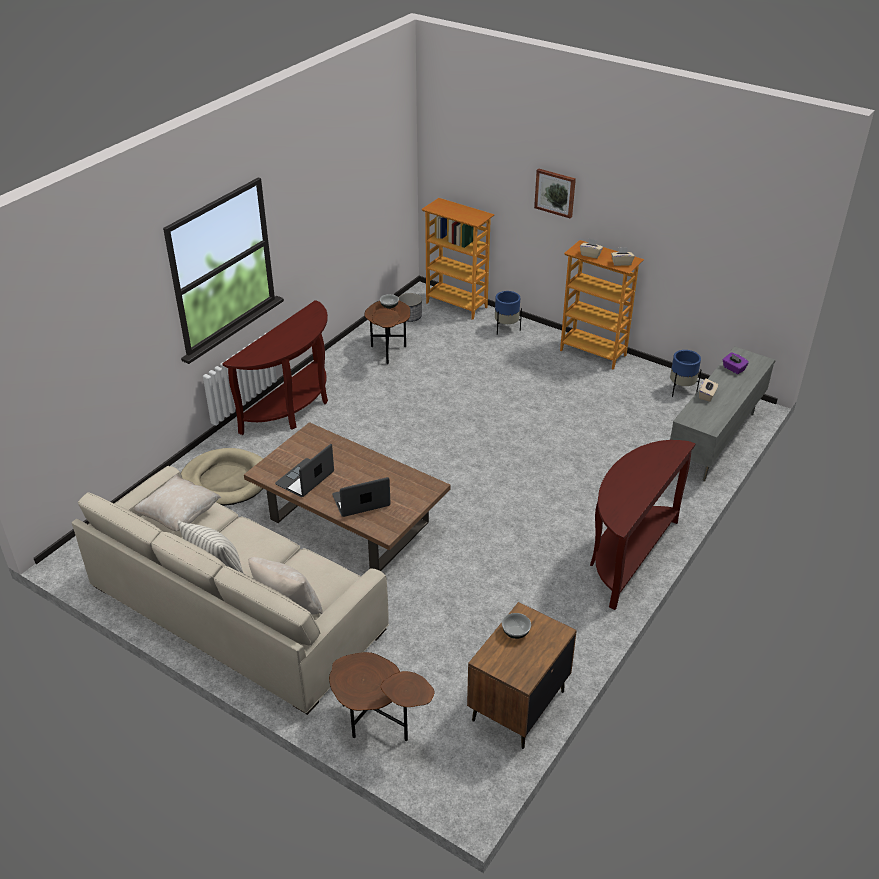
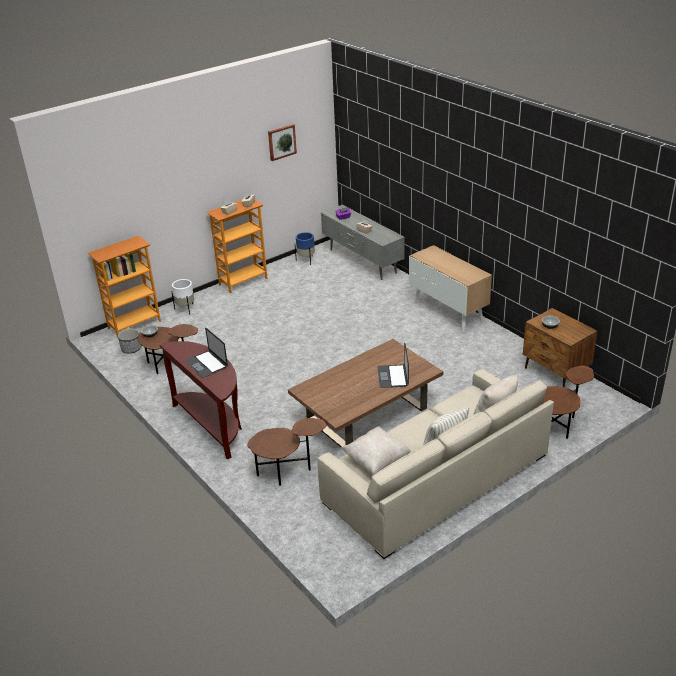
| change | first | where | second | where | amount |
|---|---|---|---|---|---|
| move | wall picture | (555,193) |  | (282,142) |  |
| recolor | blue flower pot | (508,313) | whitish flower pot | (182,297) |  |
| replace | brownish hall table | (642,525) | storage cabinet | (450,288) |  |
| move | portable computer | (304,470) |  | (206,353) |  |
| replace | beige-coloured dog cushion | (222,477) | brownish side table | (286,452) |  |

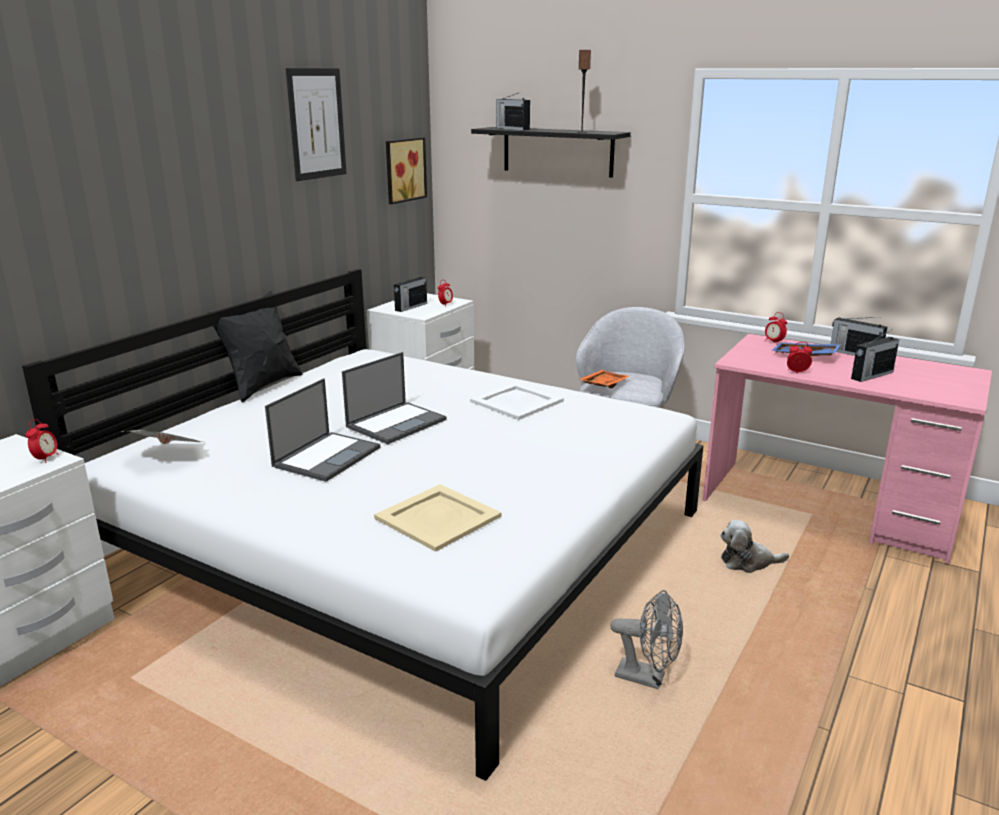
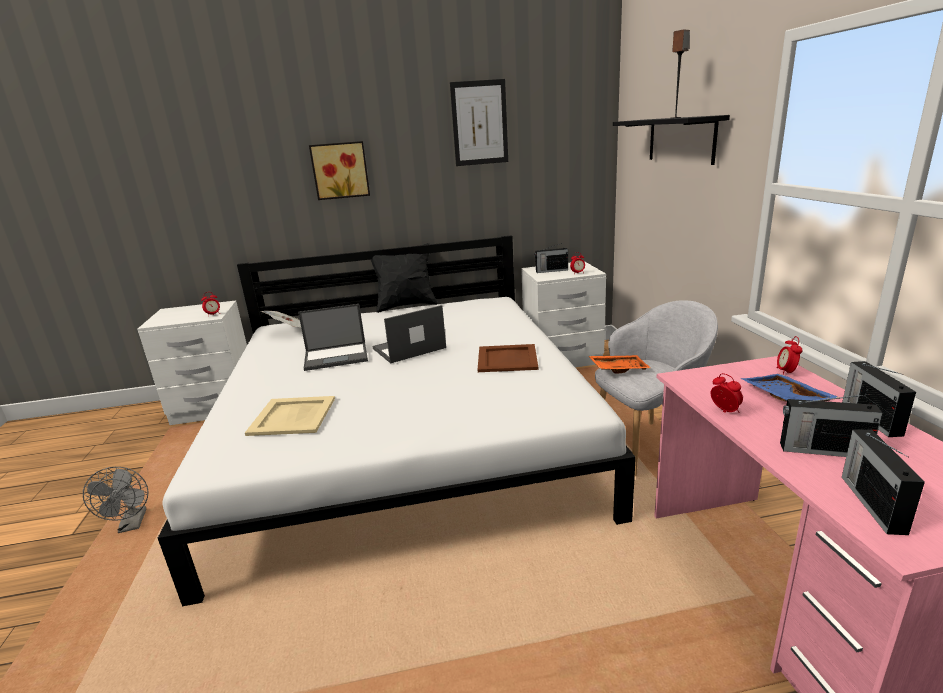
| change | first | where | second | where | amount |
|---|---|---|---|---|---|
| move | radio set | (513,111) |  | (883,482) |  |
| move | wall picture | (406,170) |  | (339,170) |  |
| rotate | portable computer | (394,398) |  | (409,334) | 150 degrees clockwise |
| recolor | whitish carrying tray | (517,401) | brownish carrying tray | (508,358) |  |
| delete | plush toy | (755,546) |  |  |  |
| move | grey cooling fan | (646,639) |  | (115,500) |  |

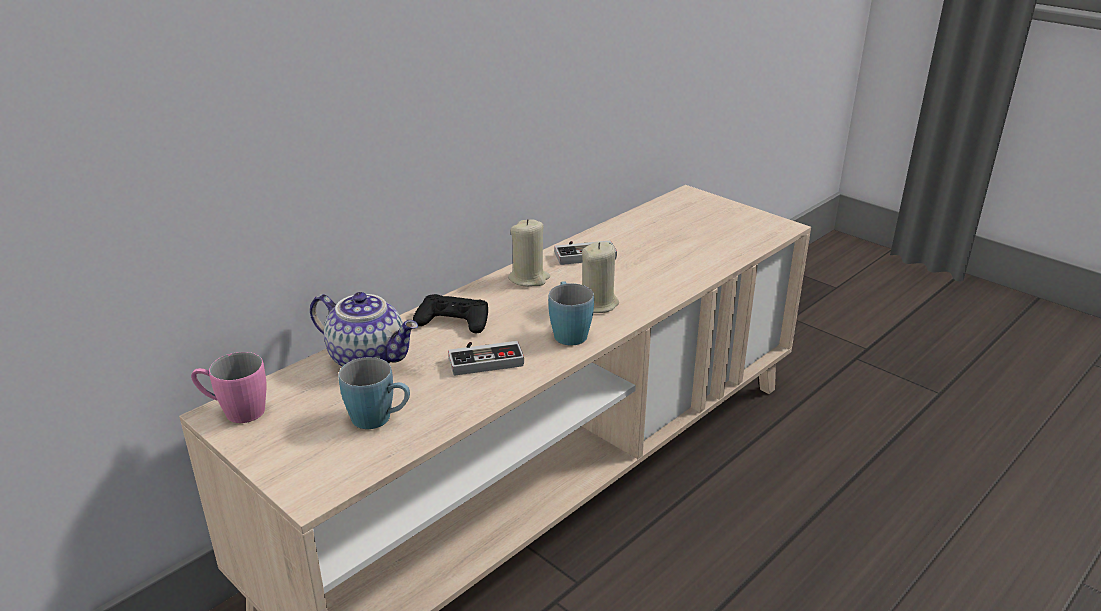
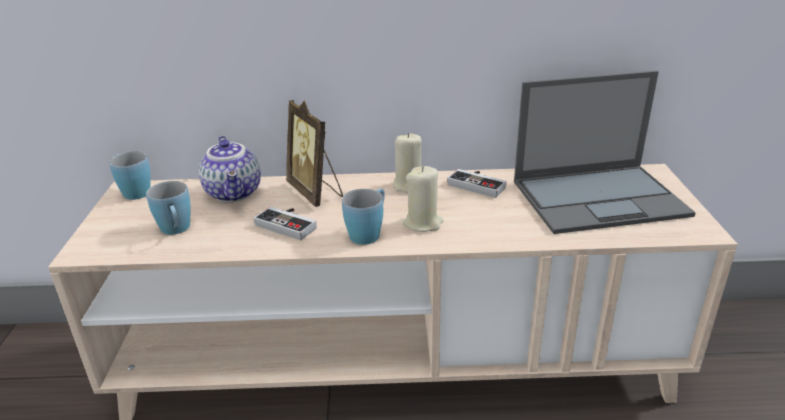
| change | first | where | second | where | amount |
|---|---|---|---|---|---|
| replace | blackish joypad | (450,314) | photo frame | (314,153) |  |
| recolor | pink-coloured mug | (228,387) | blue mug | (130,175) |  |
| insert |  |  | portable computer | (605,152) |  |

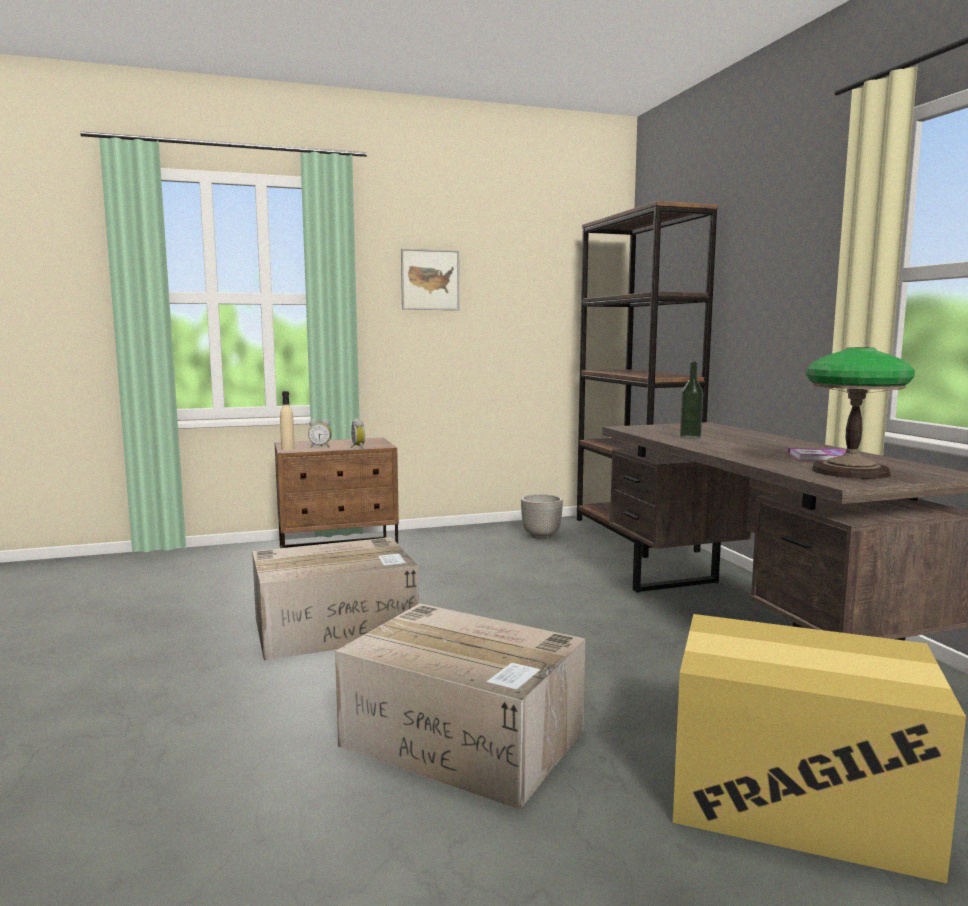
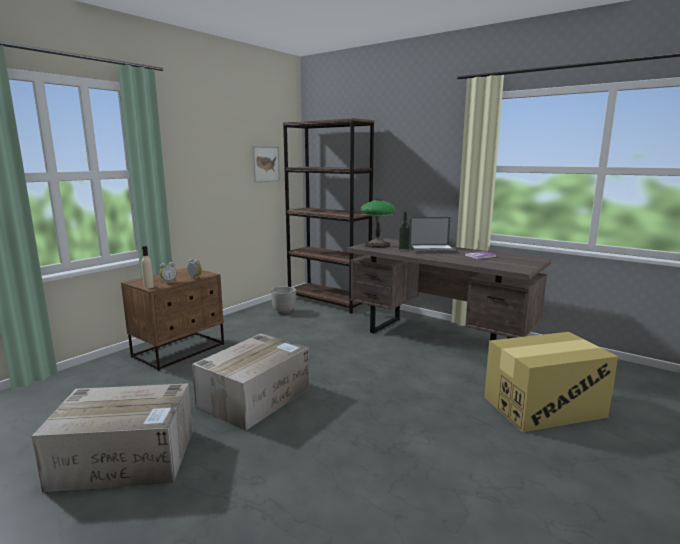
| change | first | where | second | where | amount |
|---|---|---|---|---|---|
| move | wall picture | (430,279) |  | (266,164) |  |
| move | table lamp | (860,413) |  | (378,224) |  |
| move | cardboard box | (460,706) |  | (112,437) |  |
| insert |  |  | portable computer | (433,235) |  |

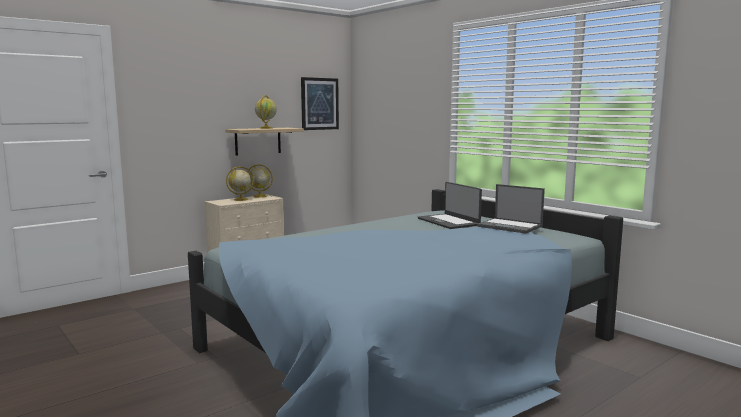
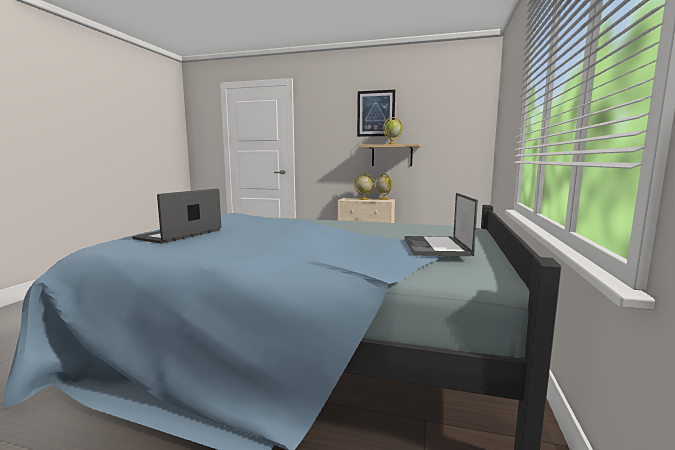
| change | first | where | second | where | amount |
|---|---|---|---|---|---|
| move | wall picture | (320,103) |  | (376,113) |  |
| move | portable computer | (450,205) |  | (176,216) |  |

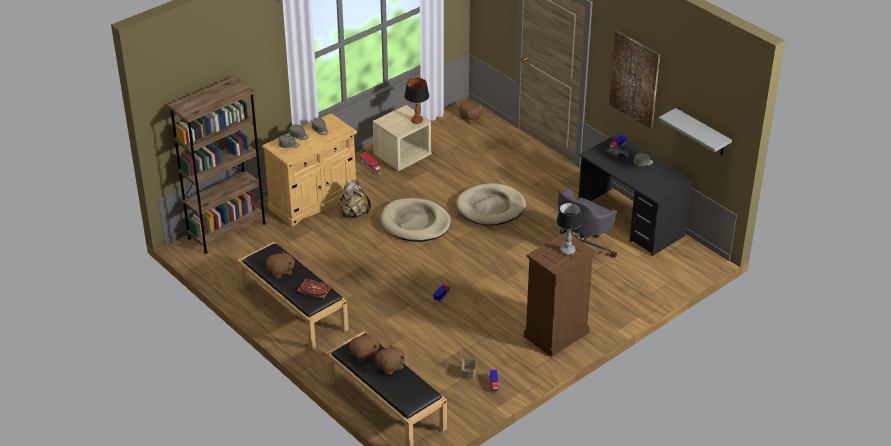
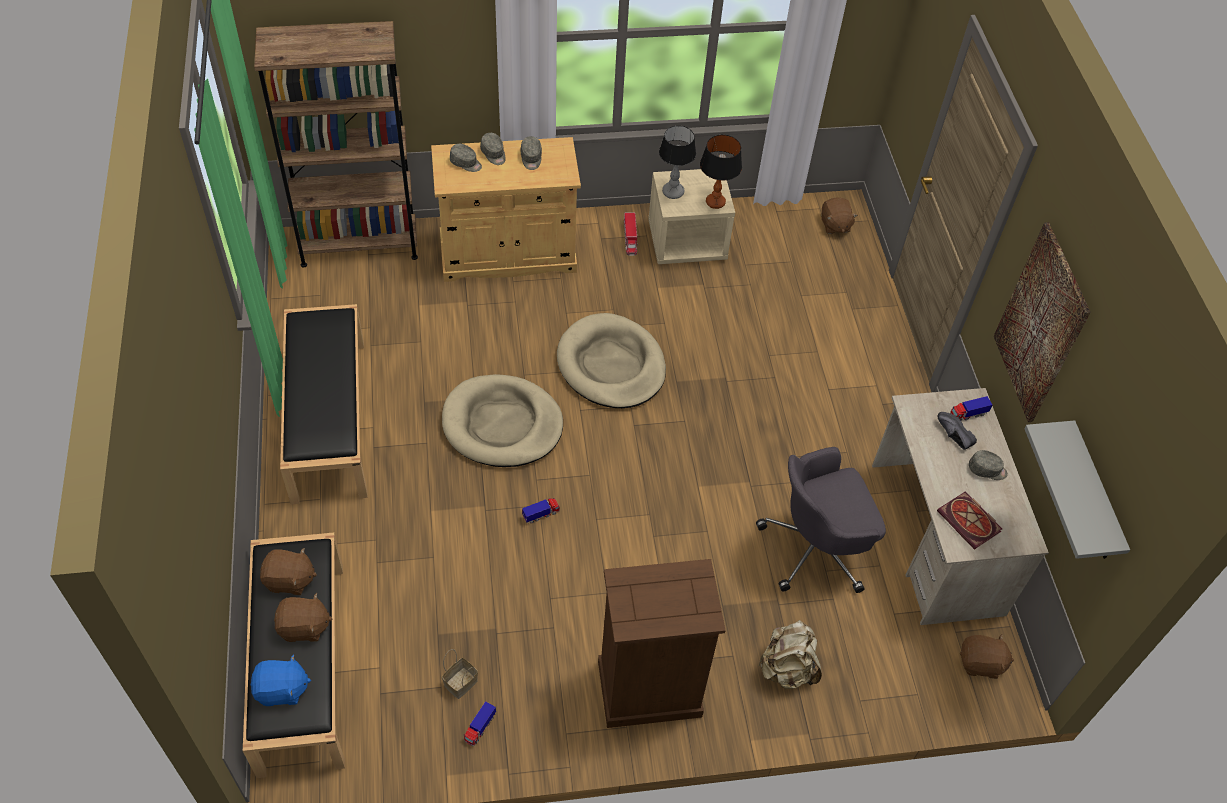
| change | first | where | second | where | amount |
|---|---|---|---|---|---|
| recolor | blackish desk unit | (635,195) | beige-coloured desk unit | (960,506) |  |
| move | beige-coloured knapsack | (355,199) |  | (790,654) |  |
| move | beige-coloured dog cushion | (491,204) |  | (502,420) |  |
| move | table lamp | (569,229) |  | (677,162) |  |
| move | brownish plush toy | (280,264) |  | (987,656) |  |
| move | book | (314,289) |  | (969,520) |  |
| insert |  |  | blue plush toy | (281,680) |  |

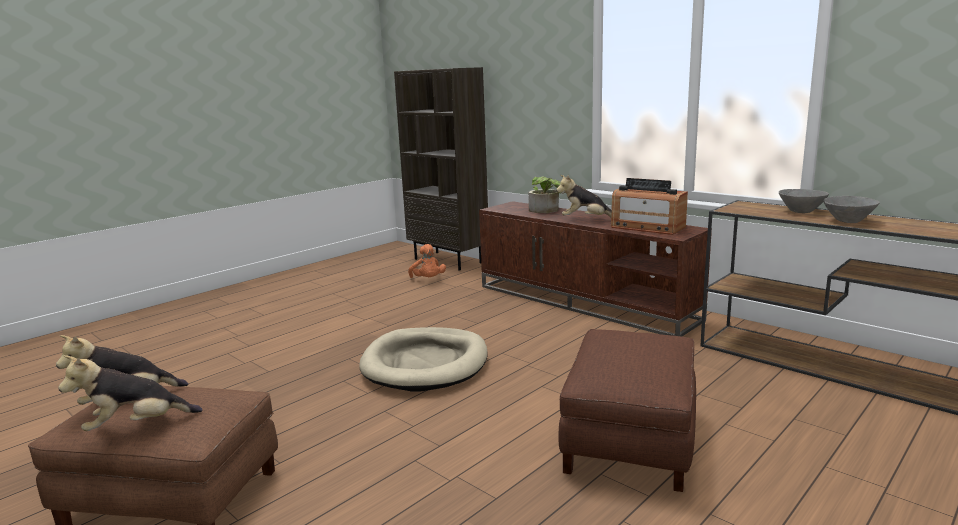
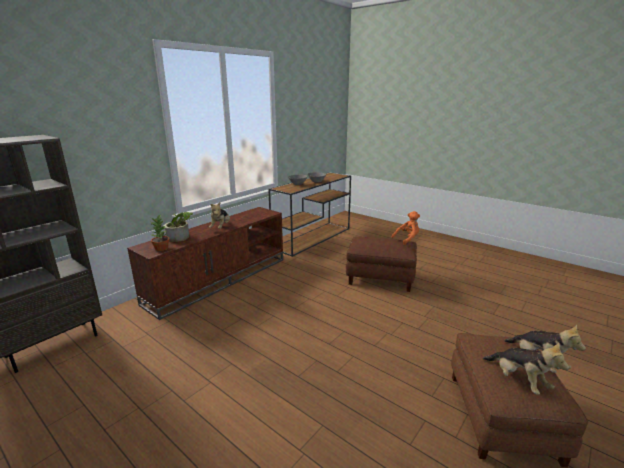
| change | first | where | second | where | amount |
|---|---|---|---|---|---|
| delete | radio set | (649,206) |  |  |  |
| move | orange plush toy | (427,261) |  | (406,228) |  |
| delete | beige-coloured dog cushion | (423,359) |  |  |  |
| insert |  |  | plant in a pot | (160,232) |  |

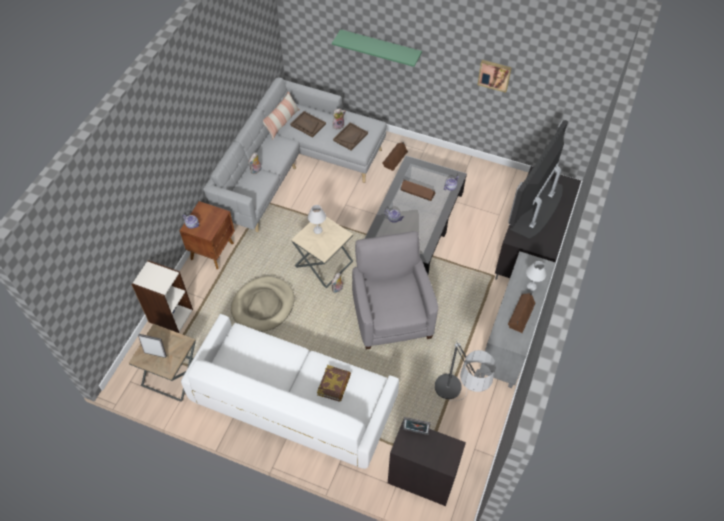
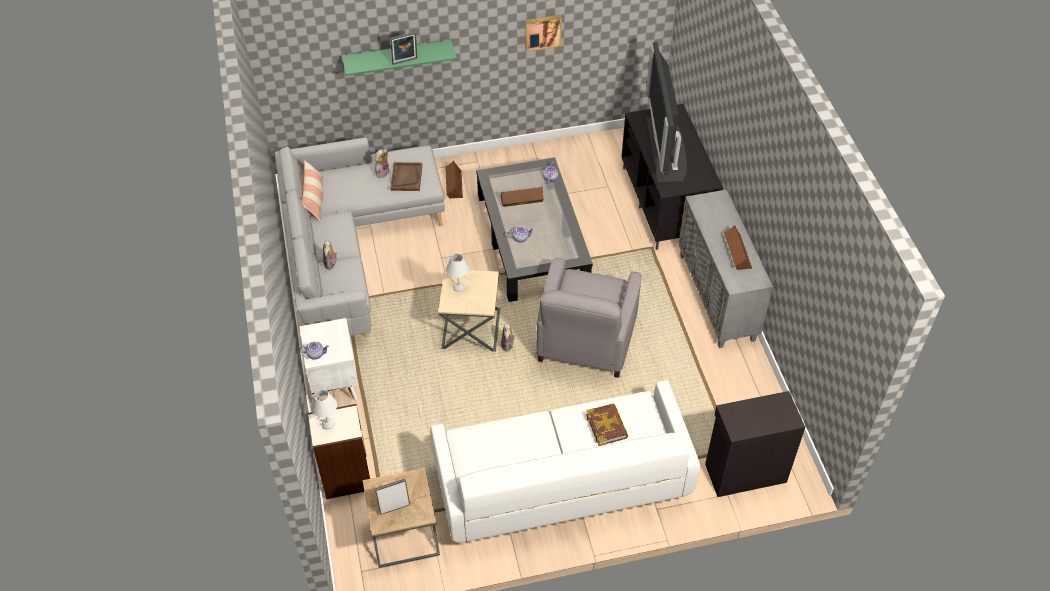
| change | first | where | second | where | amount |
|---|---|---|---|---|---|
| delete | brownish carrying tray | (308,124) |  |  |  |
| recolor | brownish nightstand | (207,235) | whitish nightstand | (328,359) |  |
| rotate | grey easy chair | (395,290) |  | (589,317) | 120 degrees counterclockwise |
| move | whitish table lamp | (536,276) |  | (324,410) |  |
| delete | beige-coloured dog cushion | (262,304) |  |  |  |
| delete | standard lamp | (465,371) |  |  |  |
| move | photo frame | (417,426) |  | (403,48) |  |

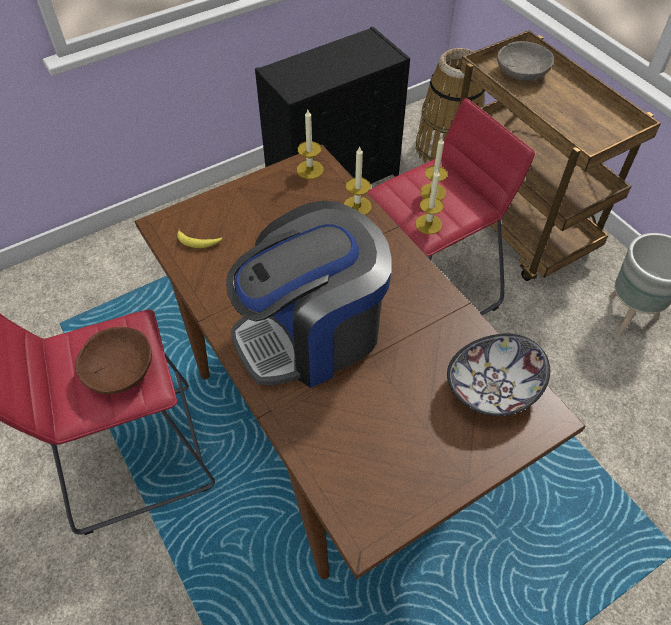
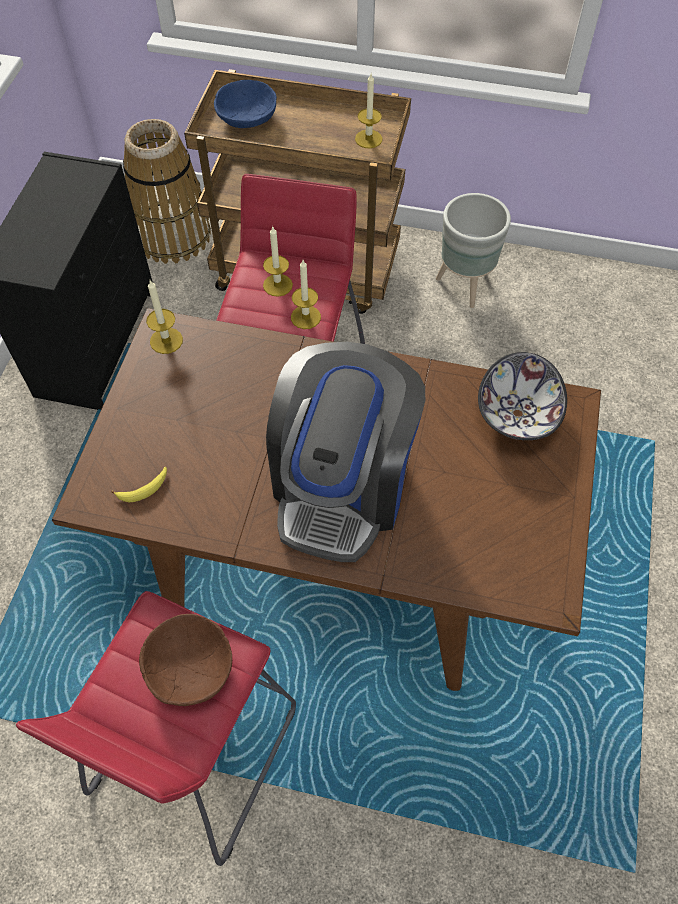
| change | first | where | second | where | amount |
|---|---|---|---|---|---|
| recolor | grey bowl | (525,61) | blue bowl | (245,104) |  |
| move | candle | (358,181) |  | (369,111) |  |

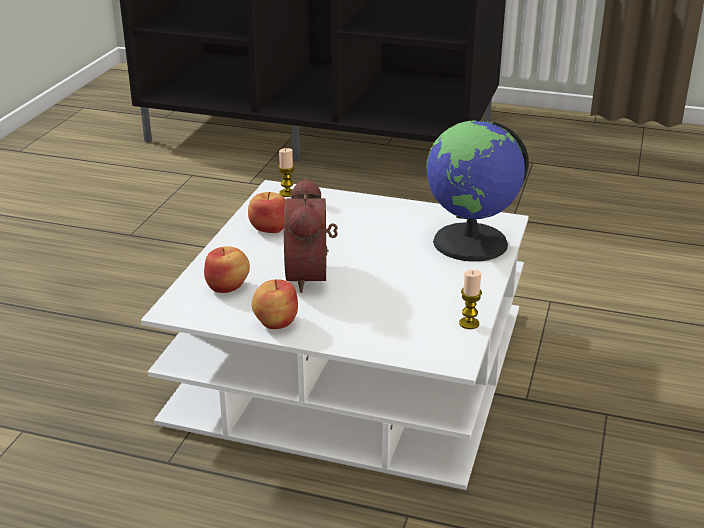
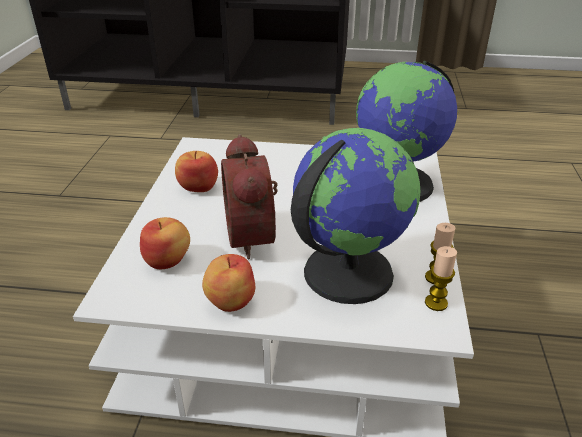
| change | first | where | second | where | amount |
|---|---|---|---|---|---|
| move | candle | (286,172) |  | (441,278) |  |
| insert |  |  | desk globe | (355,216) |  |

